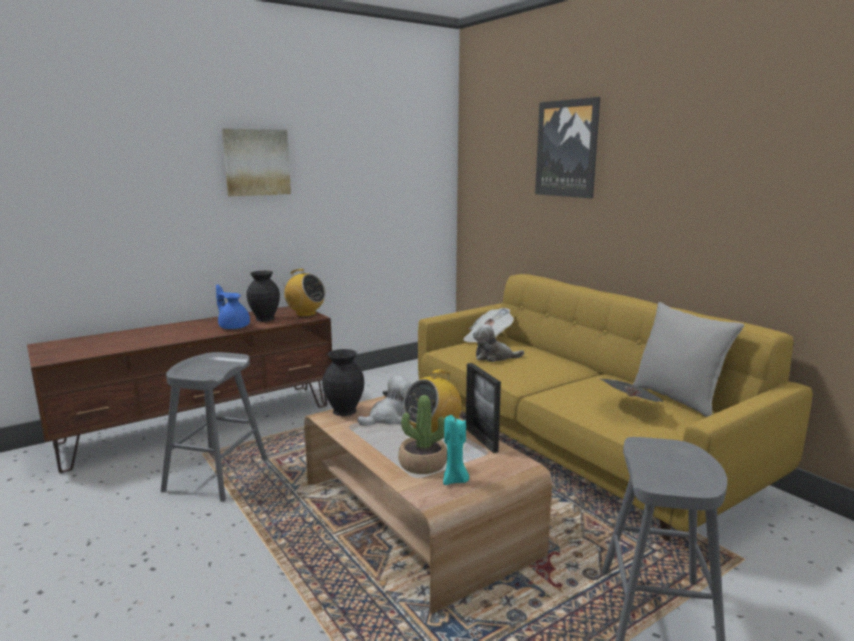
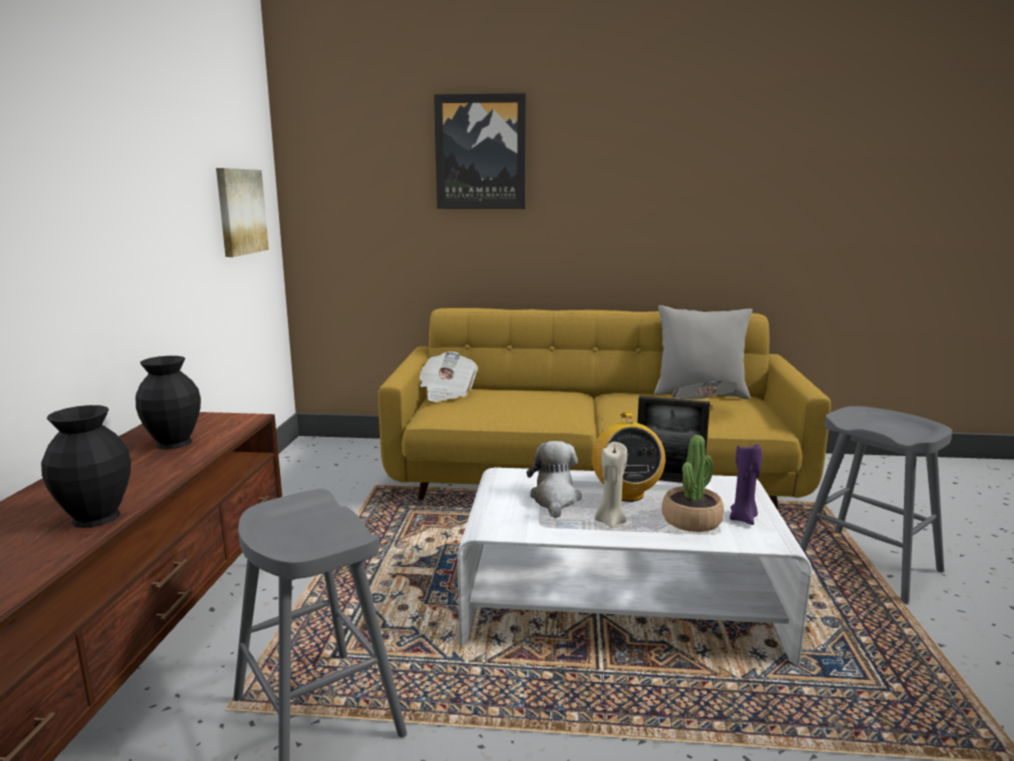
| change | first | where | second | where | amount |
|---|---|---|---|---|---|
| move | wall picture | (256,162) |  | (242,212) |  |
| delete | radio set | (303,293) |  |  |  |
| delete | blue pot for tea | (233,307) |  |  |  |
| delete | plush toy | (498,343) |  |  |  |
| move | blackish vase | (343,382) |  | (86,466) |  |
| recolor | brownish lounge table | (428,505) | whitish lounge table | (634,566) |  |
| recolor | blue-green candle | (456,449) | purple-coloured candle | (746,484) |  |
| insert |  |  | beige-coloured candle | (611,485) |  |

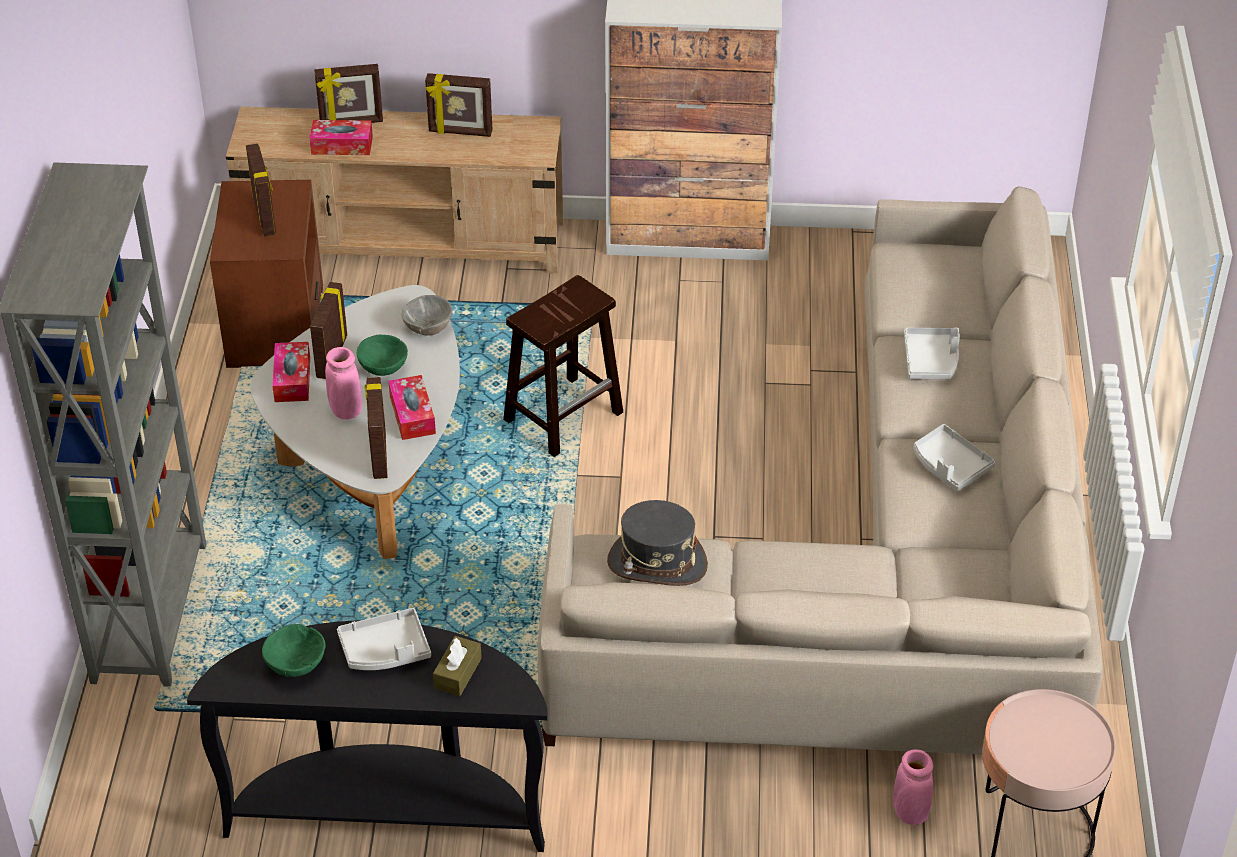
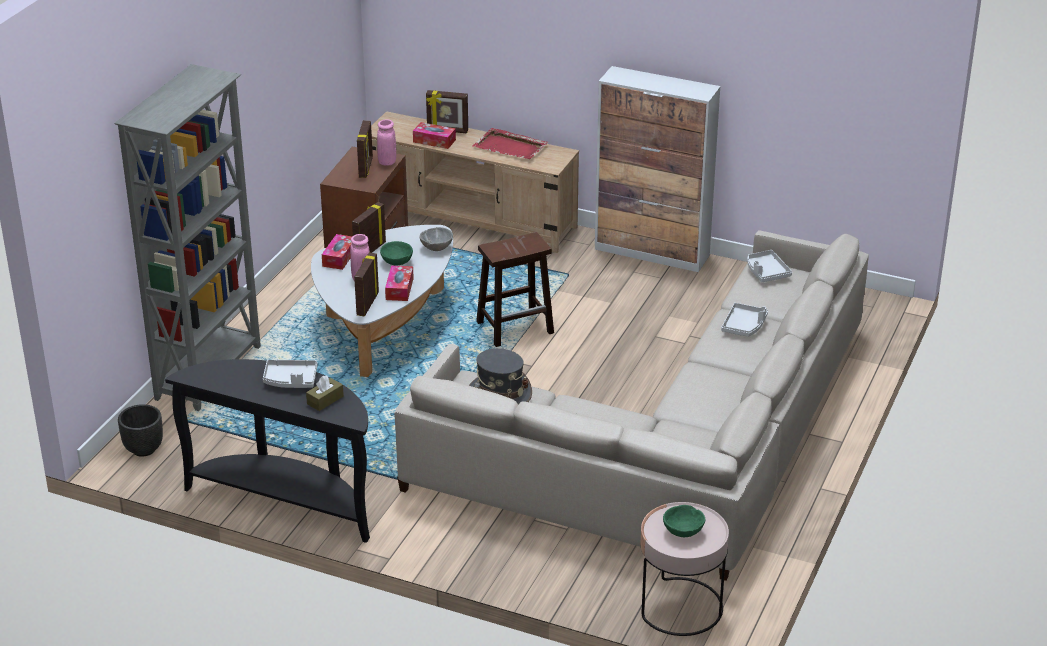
| change | first | where | second | where | amount |
|---|---|---|---|---|---|
| replace | photo frame | (459,105) | red-coloured carrying tray | (510,143) |  |
| move | grey carrying tray | (954,457) |  | (769,266) |  |
| move | greenish bowl | (294,650) |  | (684,521) |  |
| move | pink-coloured vase | (913,787) |  | (386,142) |  |
| insert |  |  | blackish flower pot | (140,430) |  |

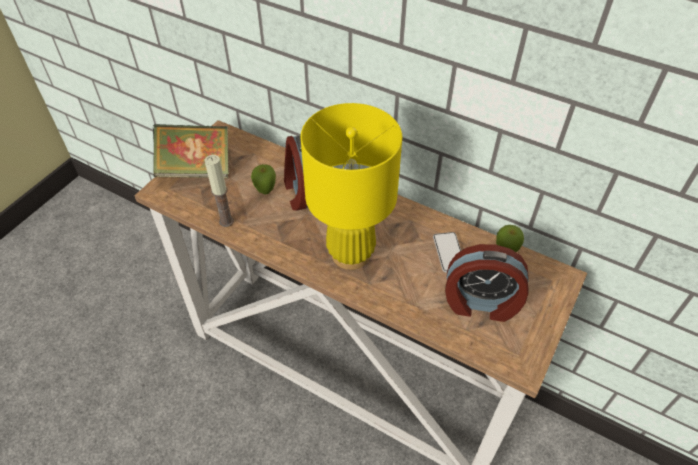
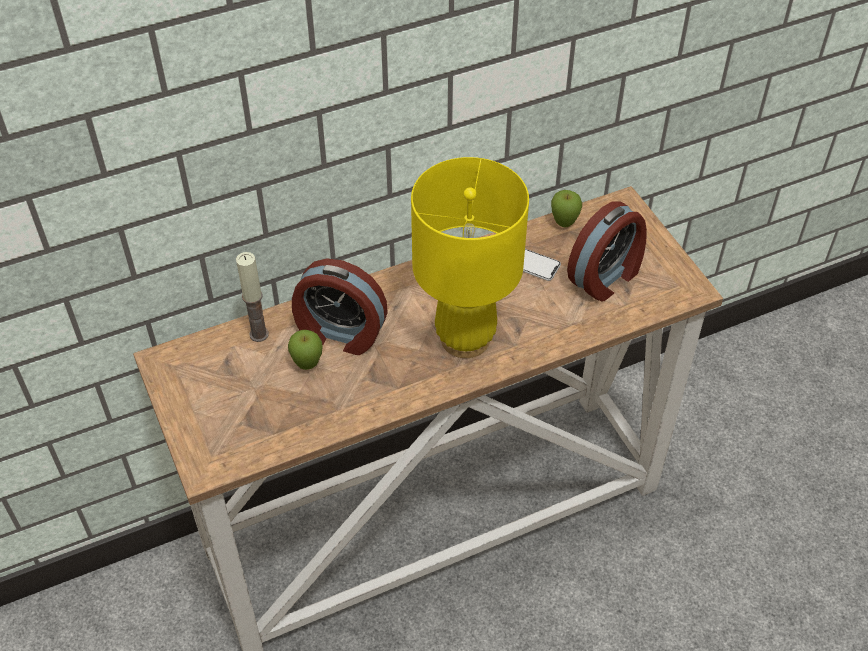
| change | first | where | second | where | amount |
|---|---|---|---|---|---|
| delete | book | (191,151) |  |  |  |
| move | candle | (219,191) |  | (252,297) |  |

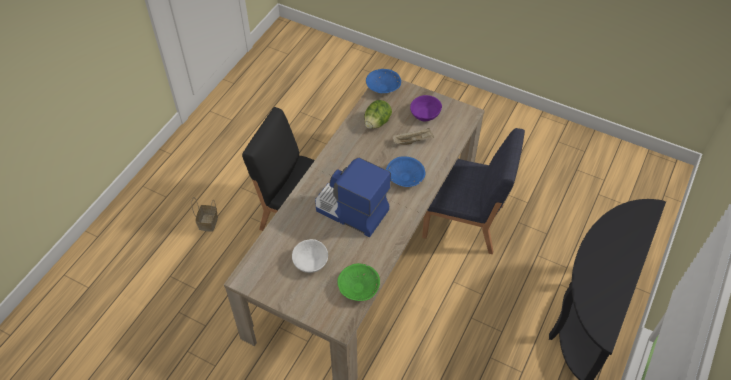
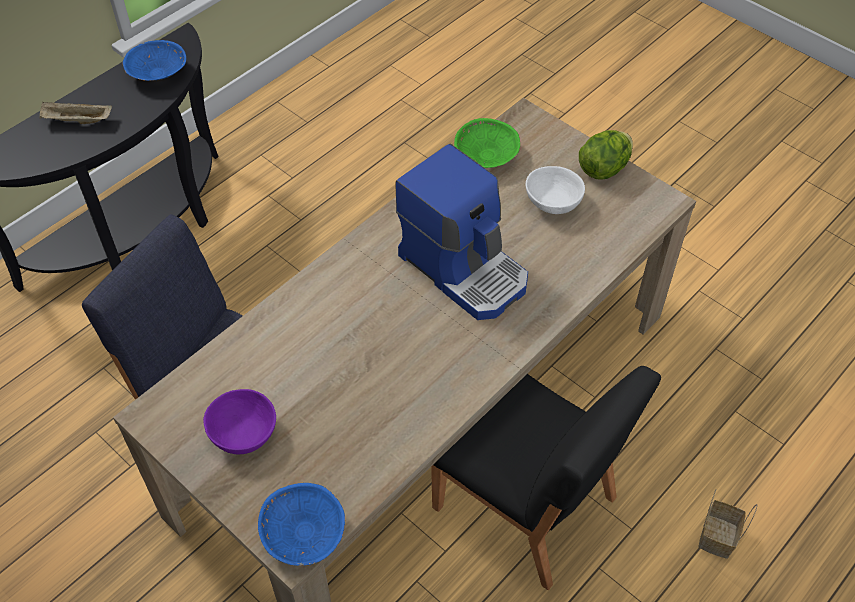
| change | first | where | second | where | amount |
|---|---|---|---|---|---|
| move | lettuce head | (378,114) |  | (606,155) |  |
| move | beige-coloured carrying tray | (413,136) |  | (75,112) |  |
| move | blue bowl | (405,171) |  | (154,60) |  |

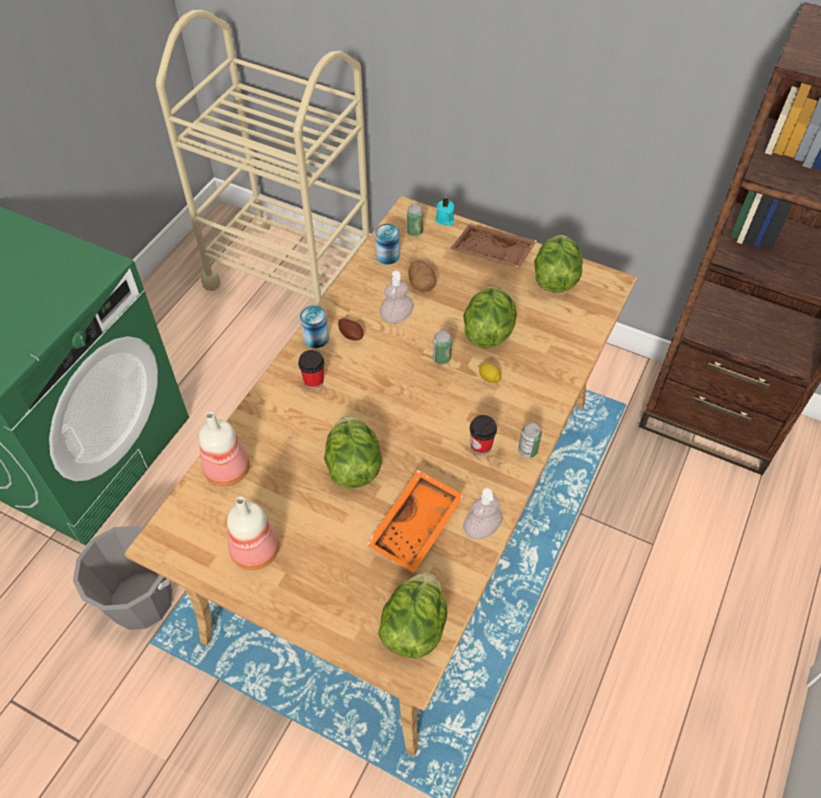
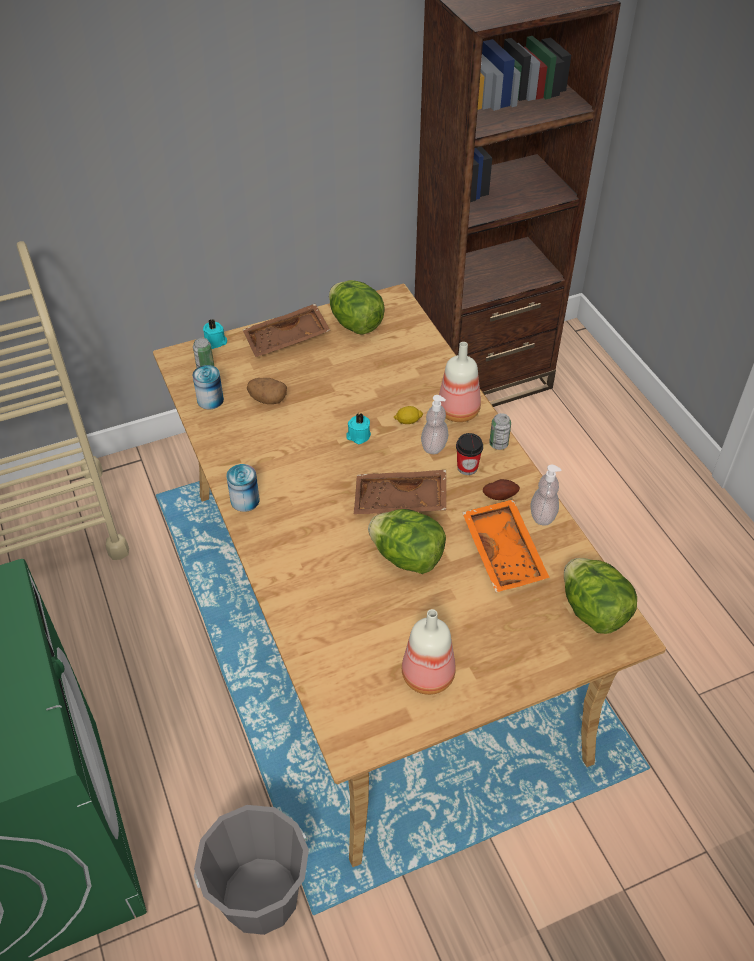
| change | first | where | second | where | amount |
|---|---|---|---|---|---|
| move | soap dispenser | (396,297) |  | (434,424) |  |
| delete | lettuce head | (490,317) |  |  |  |
| move | spud | (350,329) |  | (501,489) |  |
| replace | sealed can | (442,347) | blue-green candle | (358,428) |  |
| delete | drinking cup | (311,369) |  |  |  |
| move | bottle | (224,449) |  | (460,382) |  |
| insert |  |  | brownish carrying tray | (400,492) |  |

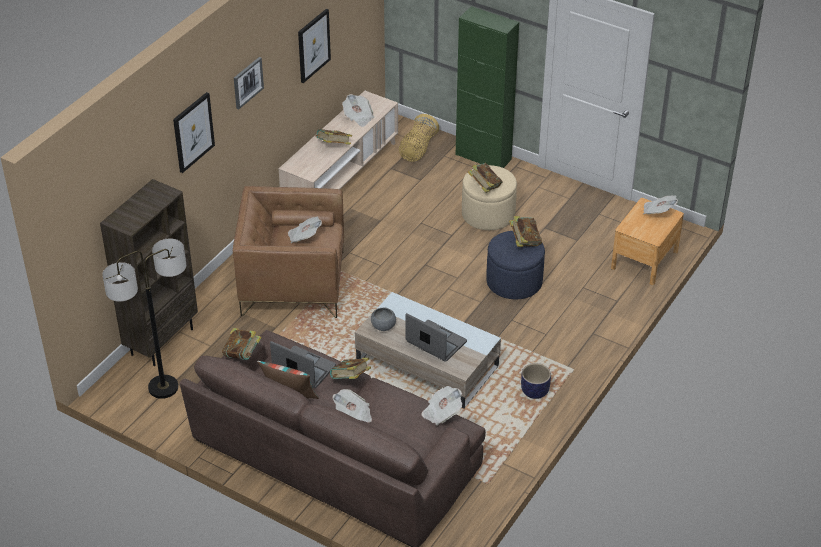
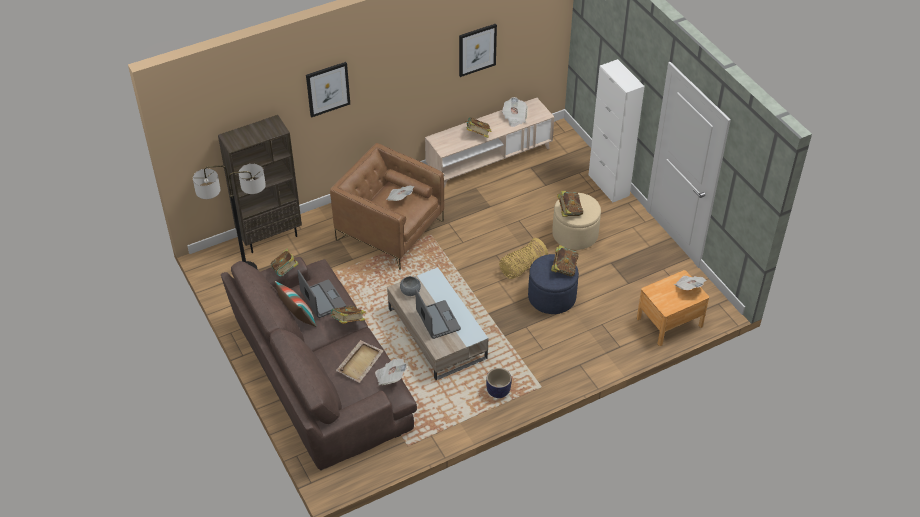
| change | first | where | second | where | amount |
|---|---|---|---|---|---|
| recolor | greenish storage cabinet | (487,87) | whitish storage cabinet | (616,131) |  |
| delete | wall picture | (249,83) |  |  |  |
| move | household basket | (419,138) |  | (523,258) |  |
| delete | daily paper | (352,405) |  |  |  |
| insert |  |  | beige-coloured carrying tray | (359,361) |  |

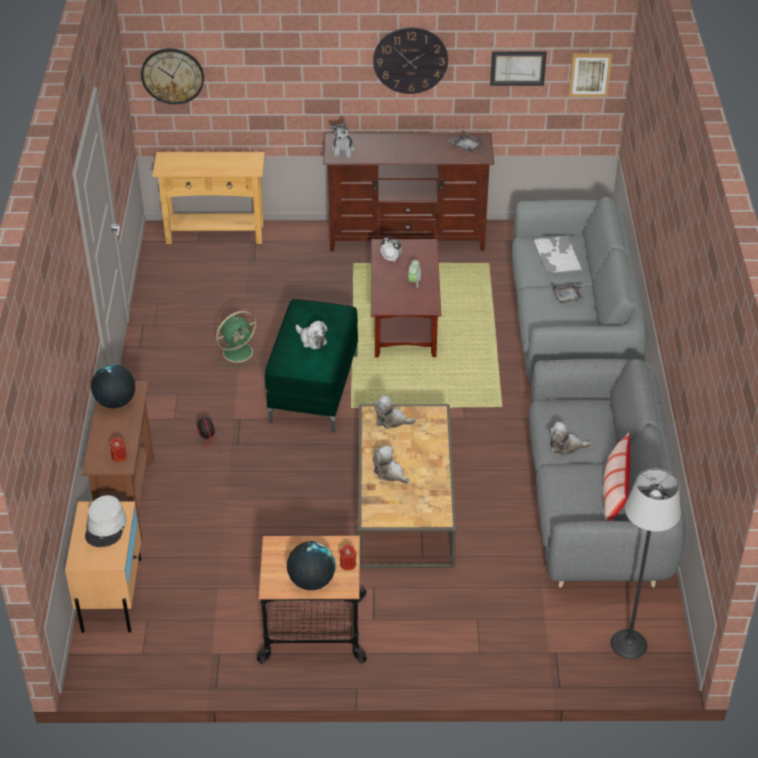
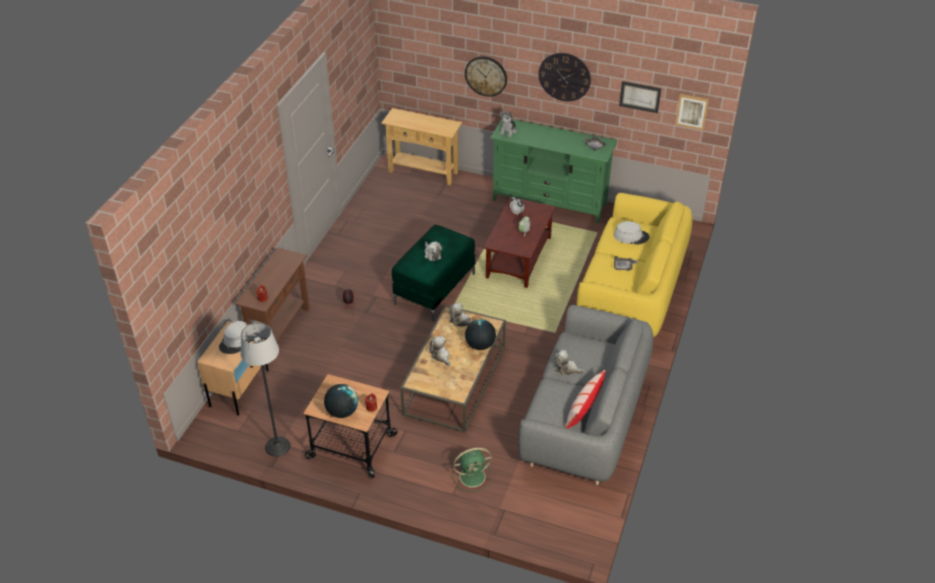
| change | first | where | second | where | amount |
|---|---|---|---|---|---|
| move | wall clock | (172,76) |  | (486,76) |  |
| recolor | brownish tv unit | (408,192) | greenish tv unit | (554,171) |  |
| recolor | grey couch | (579,290) | yellowish couch | (634,265) |  |
| replace | carrying tray | (557,255) | grey clothing hat | (632,232) |  |
| move | greenish cooling fan | (237,339) |  | (471,470) |  |
| move | desk globe | (113,386) |  | (480,334) |  |
| move | standard lamp | (646,564) |  | (266,389) |  |

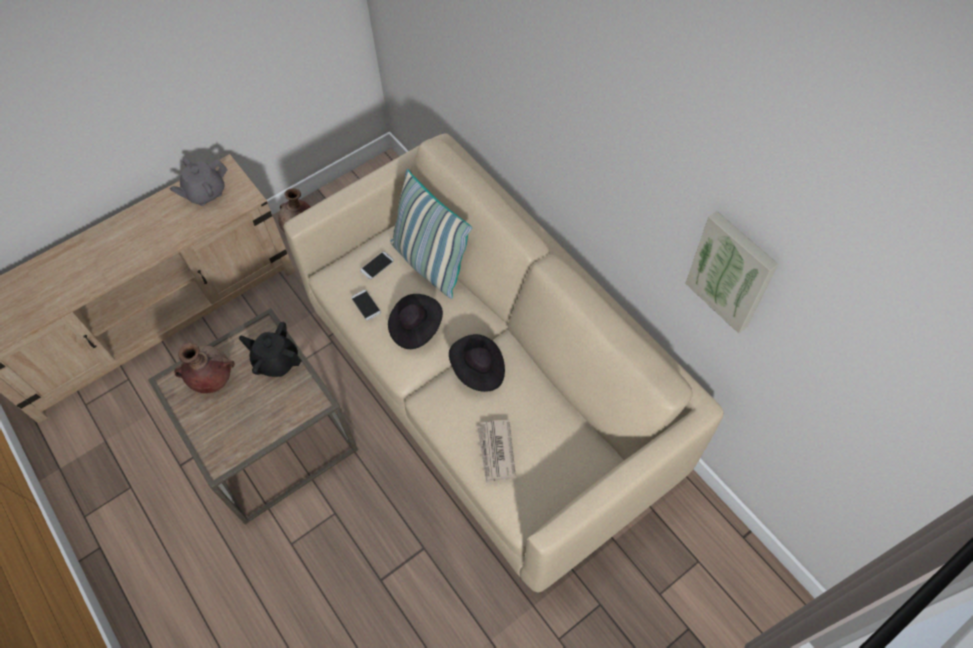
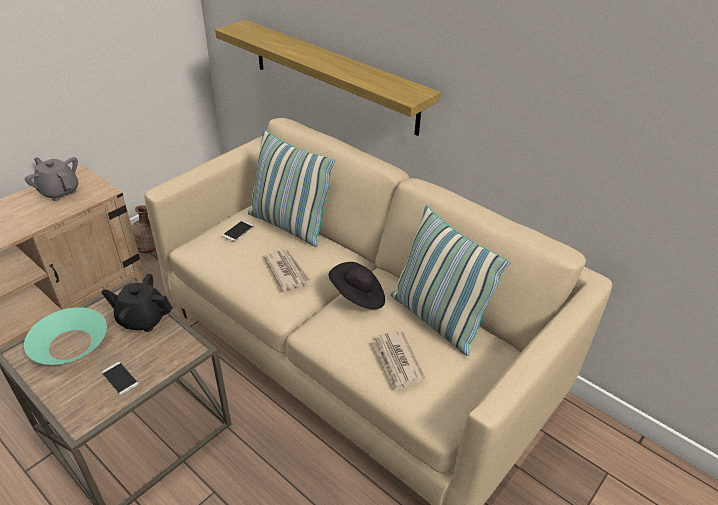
| change | first | where | second | where | amount |
|---|---|---|---|---|---|
| rotate | grey pot for tea | (198,181) |  | (51,179) | 90 degrees clockwise |
| delete | wall picture | (732,272) |  |  |  |
| move | handset | (366,305) |  | (120,378) |  |
| replace | blackish clothing hat | (415,321) | daily paper | (287,270) |  |
| replace | brownish vase | (204,368) | blue-green bowl | (65,336) |  |
| insert |  |  | shelf | (328,78) |  |
| insert |  |  | cushion | (451,280) |  |

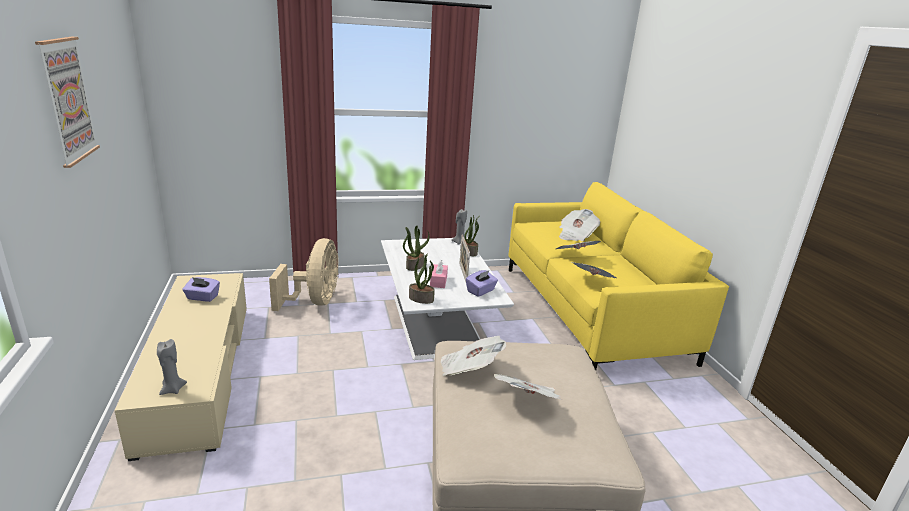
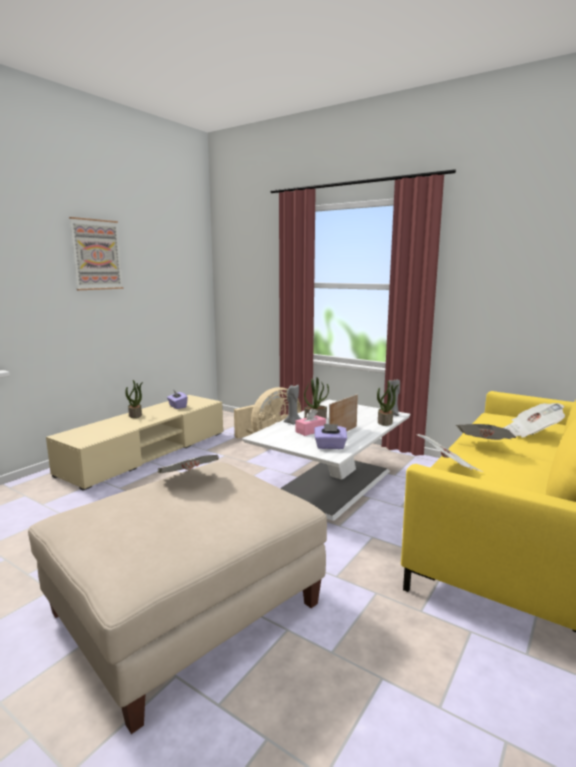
| change | first | where | second | where | amount |
|---|---|---|---|---|---|
| move | plant in a pot | (422,278) |  | (134,399) |  |
| move | grey candle | (172,367) |  | (292,405) |  |
| delete | daily paper | (528,387) |  |  |  |

